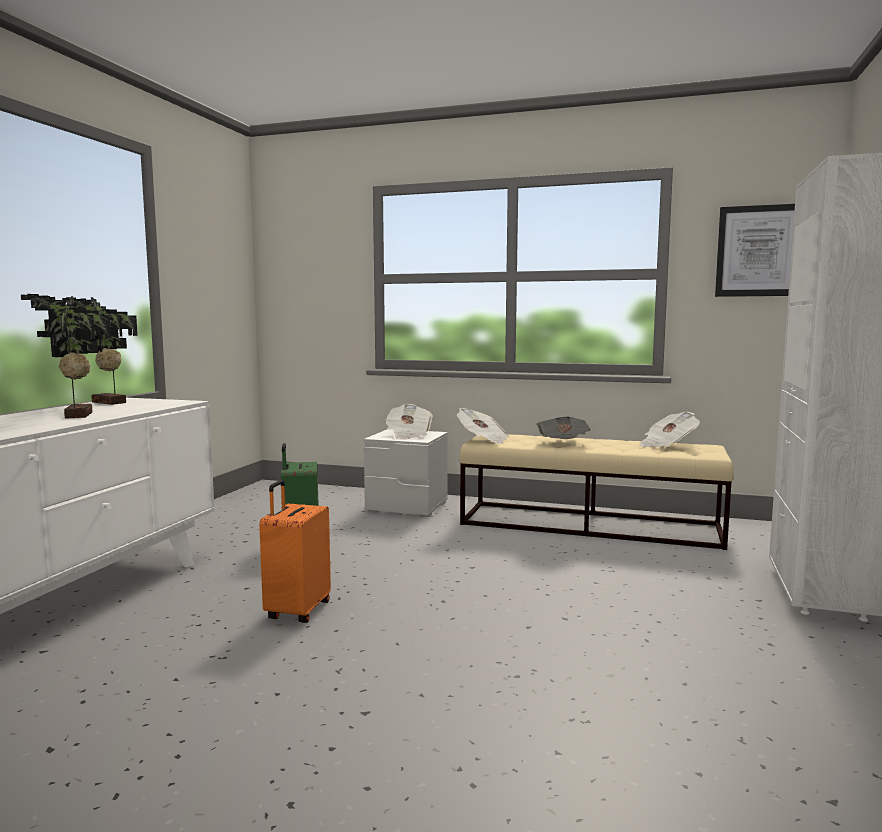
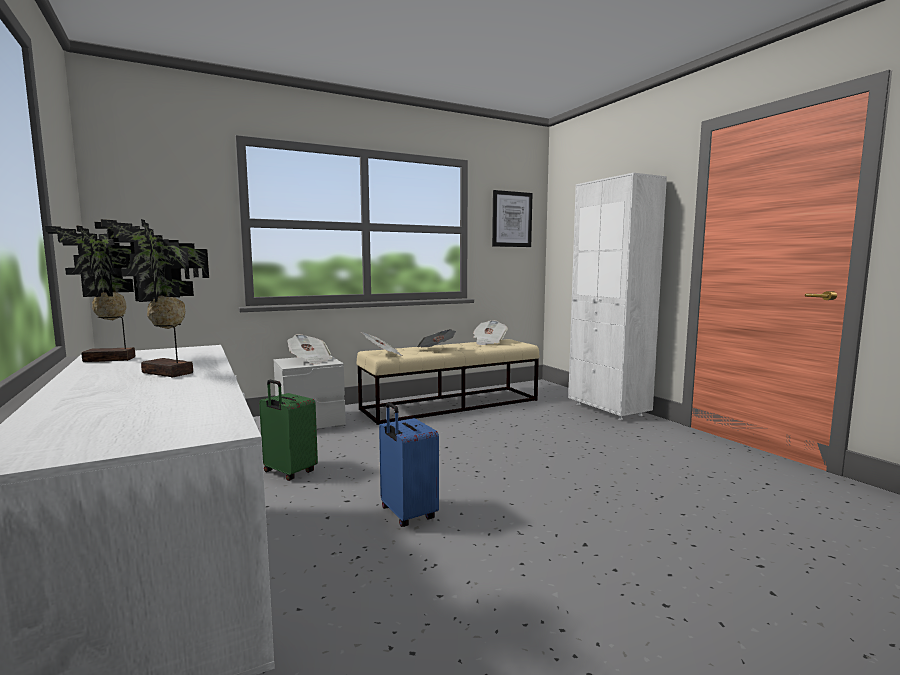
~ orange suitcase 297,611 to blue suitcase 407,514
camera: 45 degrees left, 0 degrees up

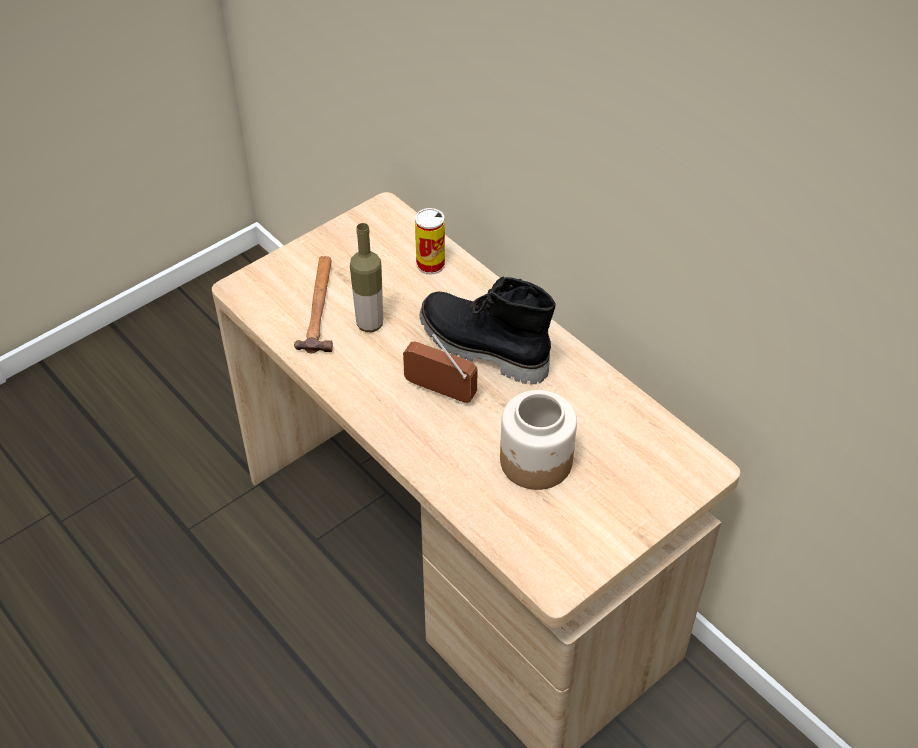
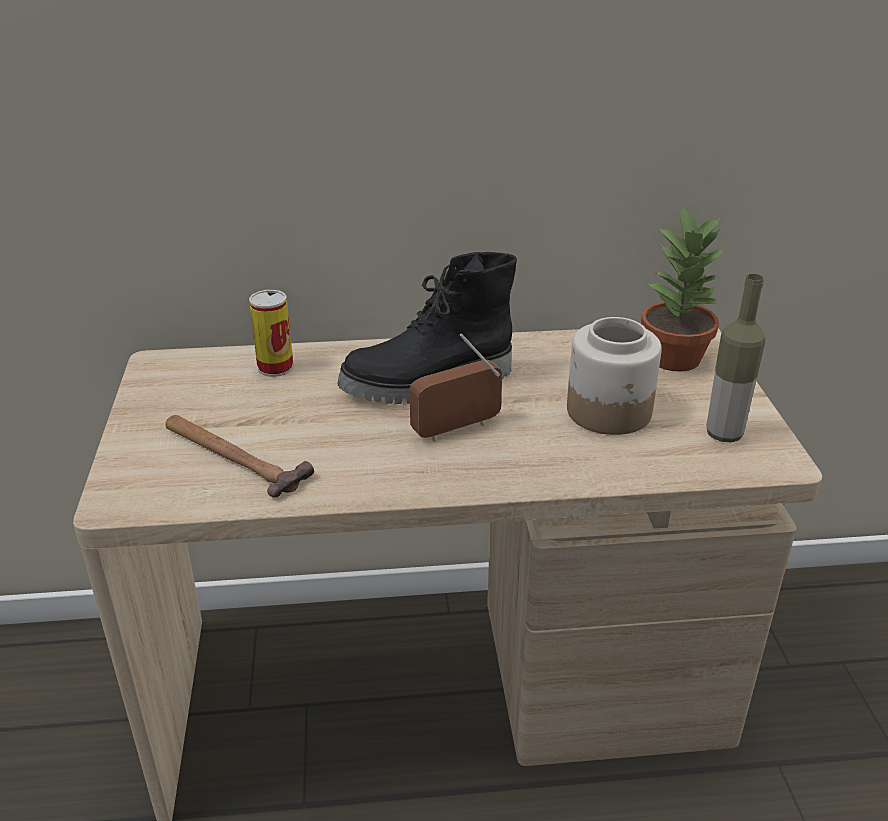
~ bottle 370,324 to 724,434
+ potted plant 674,357
camera: 55 degrees left, 15 degrees down

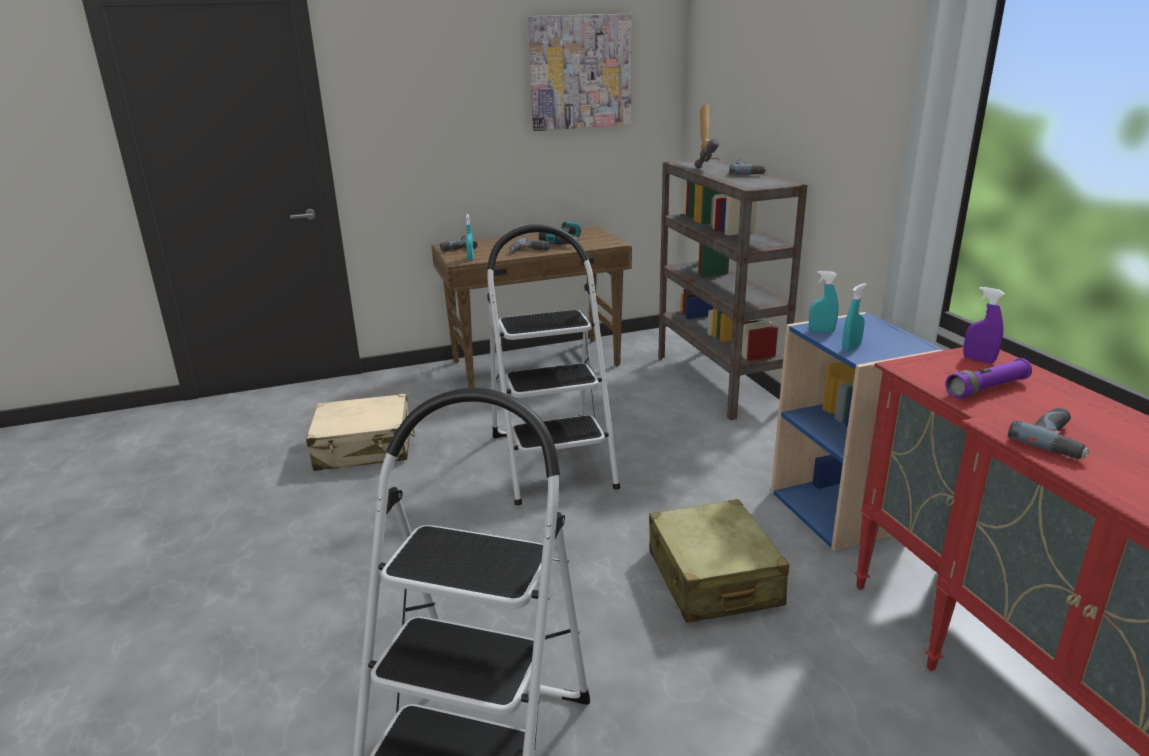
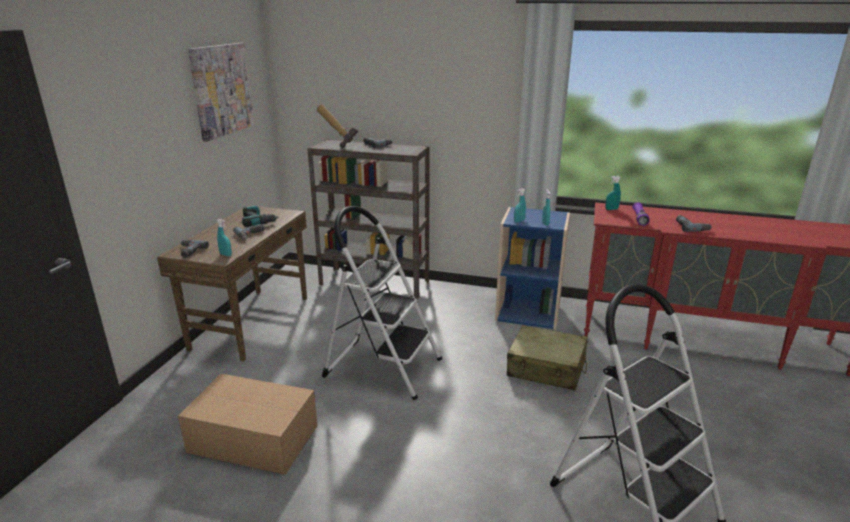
~ purple spray bottle 978,360 to turquoise spray bottle 611,209
~ beige suitcase 364,448 to cardboard box 252,438
camera: 55 degrees left, 0 degrees up

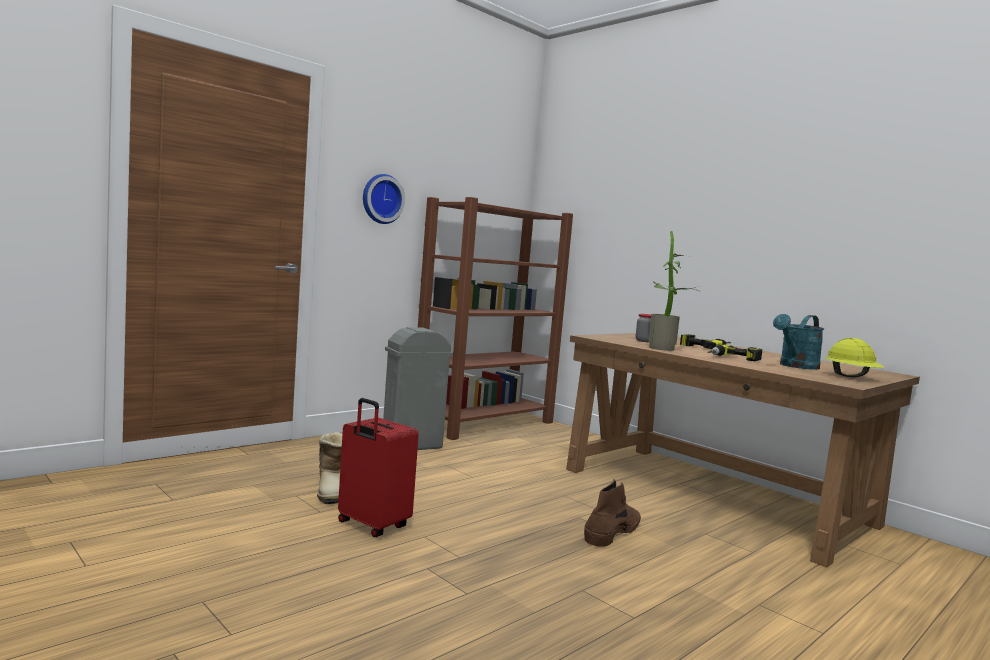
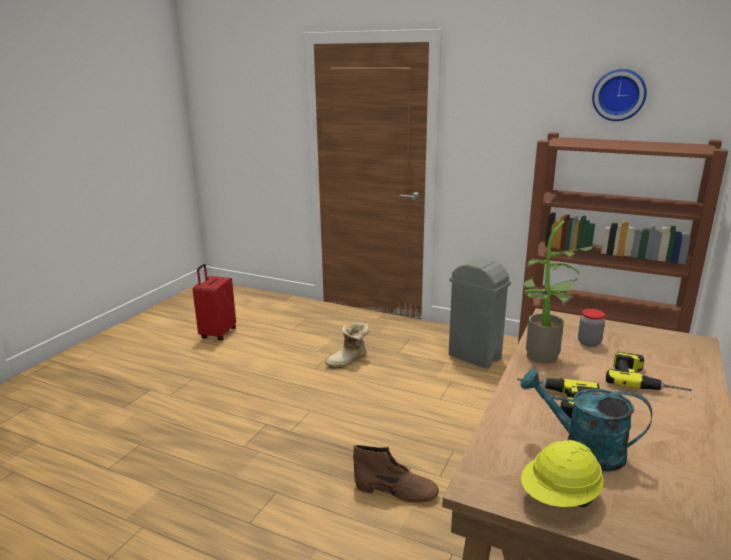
~ wall clock 381,199 to 619,95
~ red suitcase 372,525 to 217,334
camera: 70 degrees right, 15 degrees up

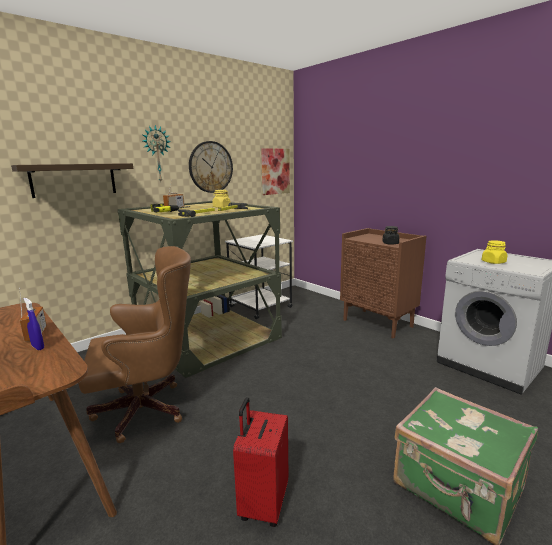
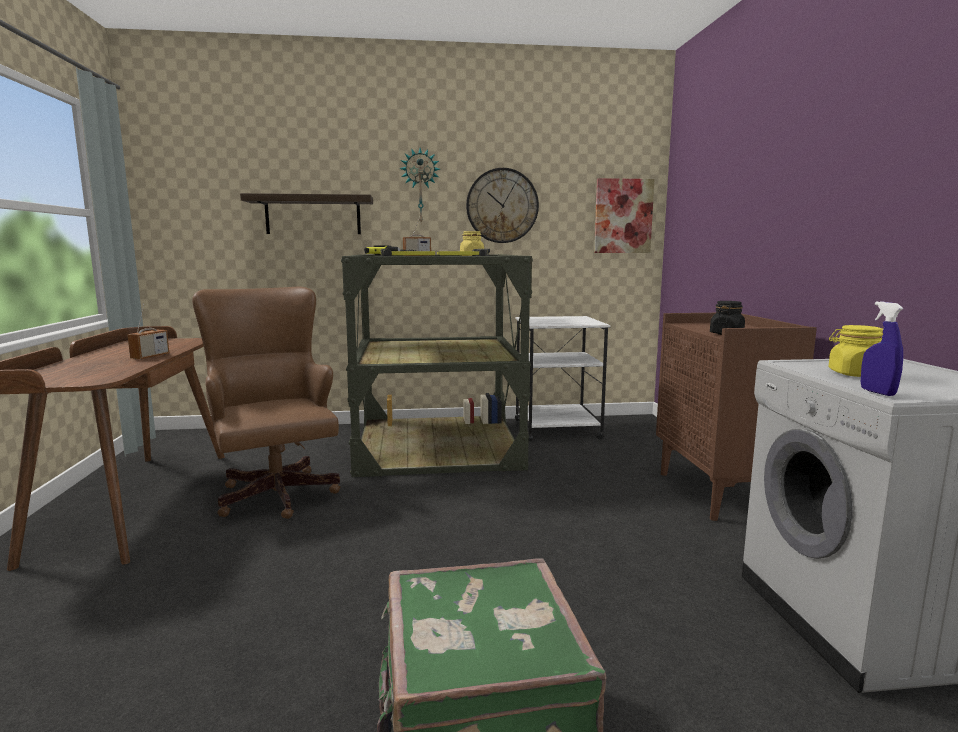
~ brown office chair 148,409 = 276,492 135 degrees counterclockwise
~ blue spray bottle 38,347 to 877,392
- red suitcase 263,503
camera: 35 degrees right, 5 degrees down

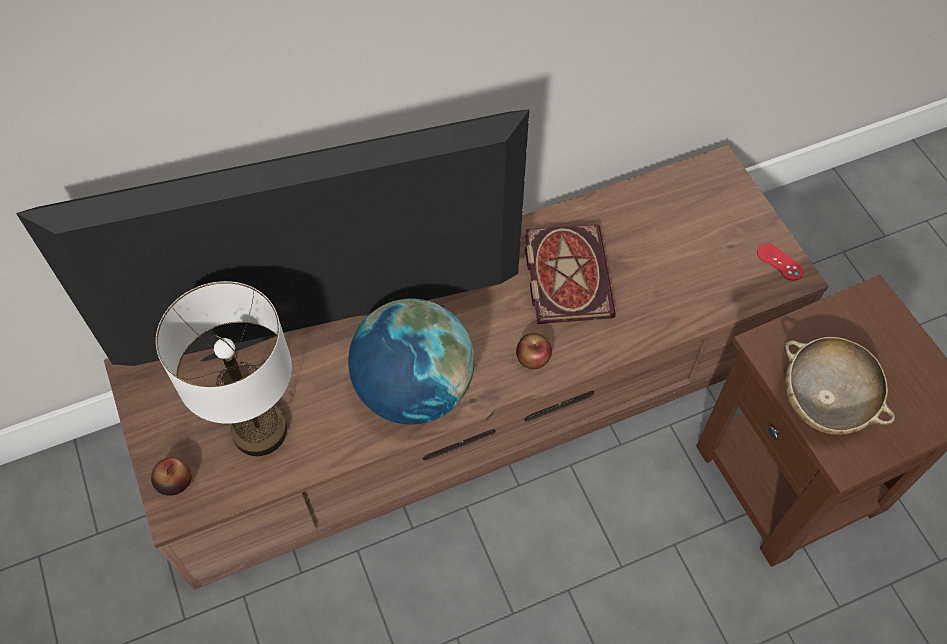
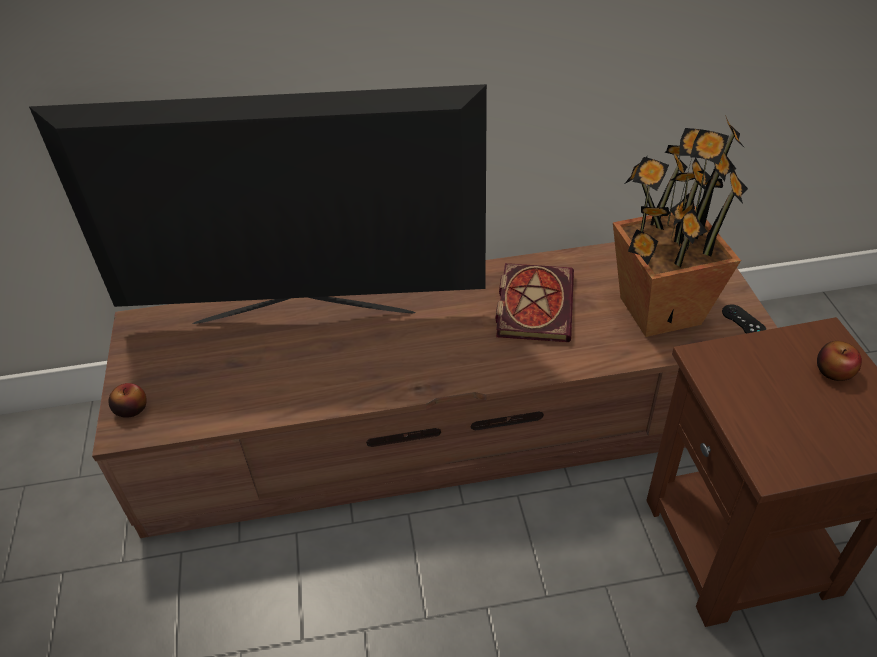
~ red game controller 779,262 to black game controller 743,321
- table lamp 260,431
- globe 414,389
~ apple 533,357 to 834,371
- beige bowl 825,400
+ potted plant 658,310
camera: 15 degrees right, 15 degrees down

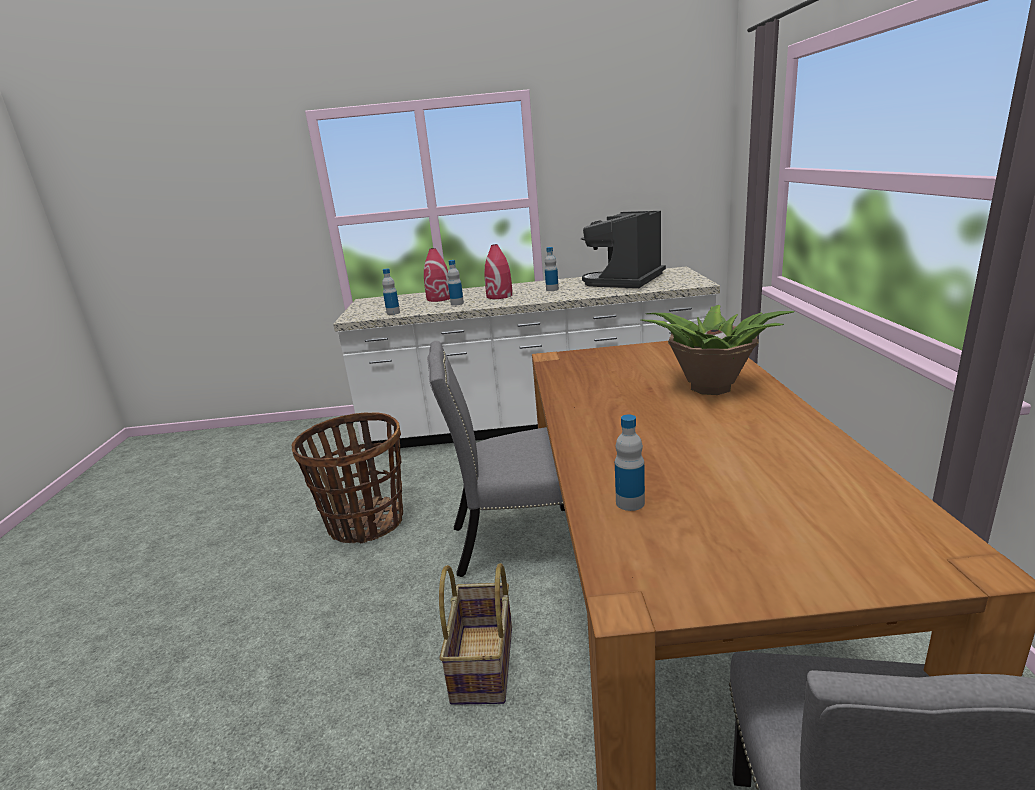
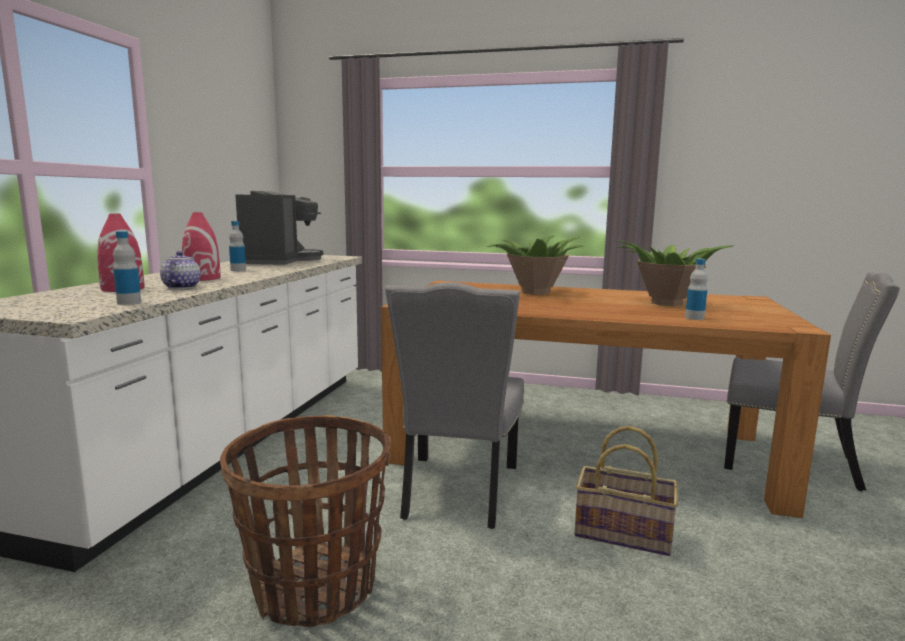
~ coffee machine 626,281 = 279,261 135 degrees counterclockwise
~ bottle 457,303 to teapot 181,287
+ potted plant 665,303
camera: 75 degrees left, 10 degrees down

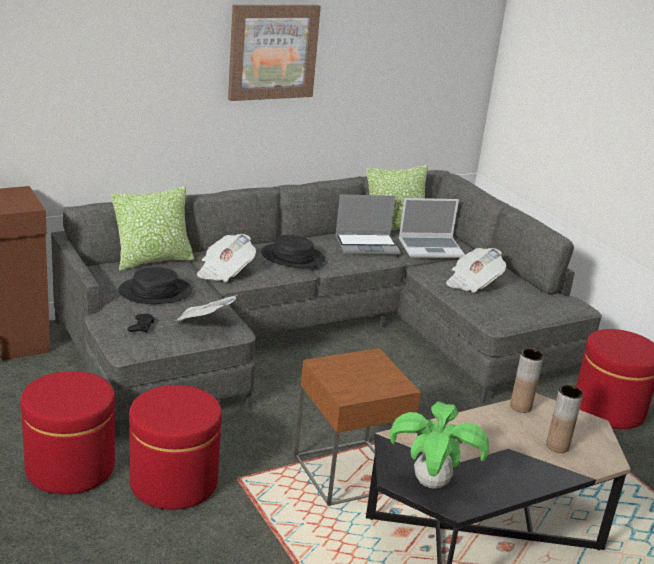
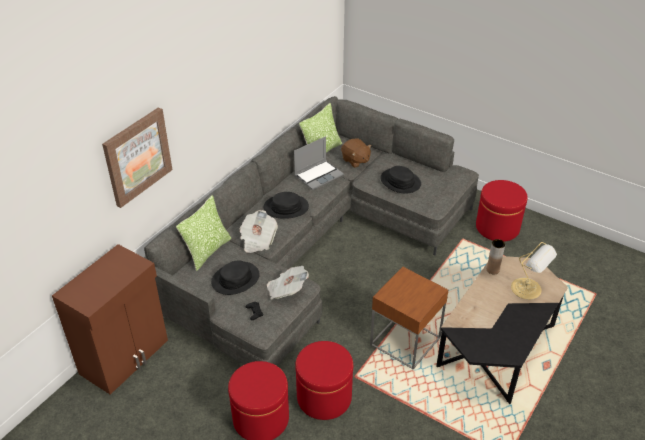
~ picture 272,51 to 137,156
~ laptop 431,248 to brown plush toy 355,160
~ newspaper 472,283 to black hat 400,181
~ brown vase 557,446 to table lamp 527,289
- potted plant 430,483
camera: 25 degrees left, 15 degrees up

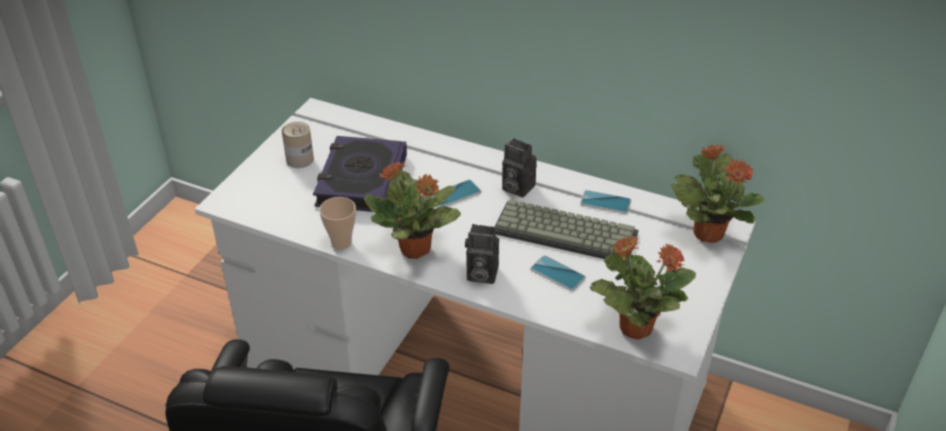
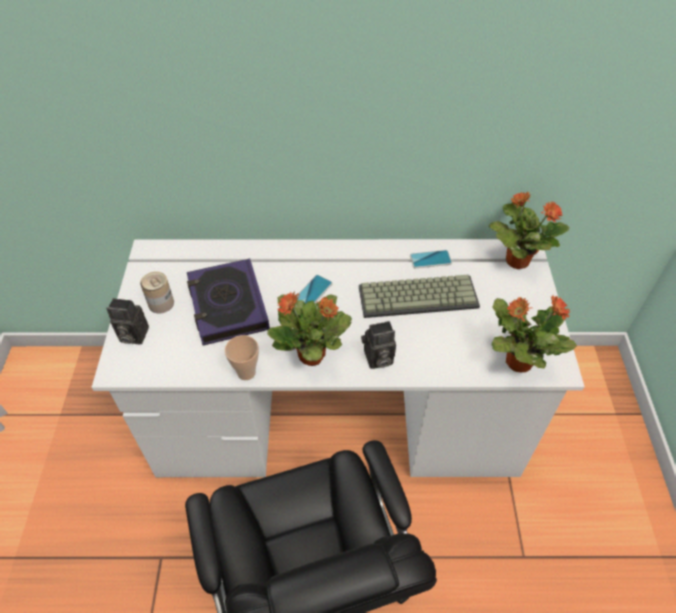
~ photo camera 516,187 to 132,335
- phone 557,274
camera: 25 degrees left, 10 degrees up

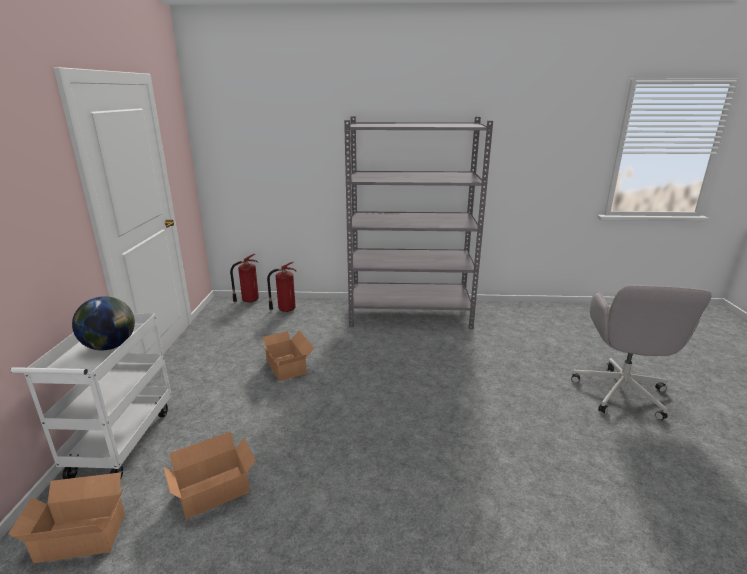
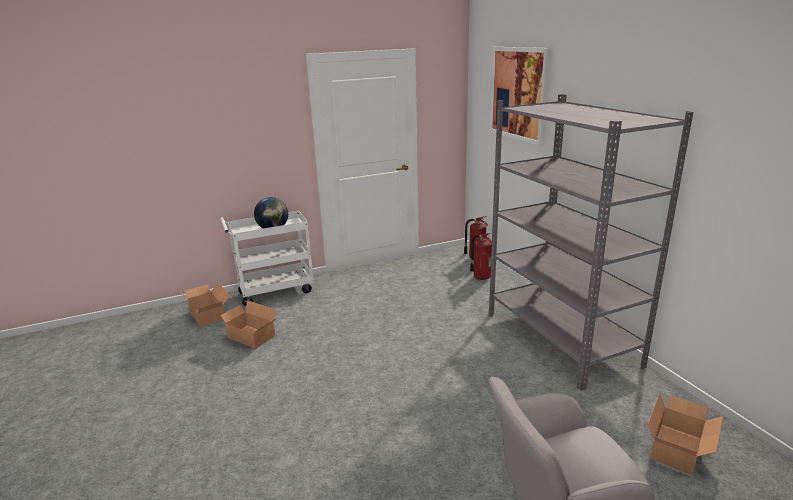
~ cardboard box 287,366 to 679,448
+ picture 518,93
camera: 65 degrees right, 0 degrees up

